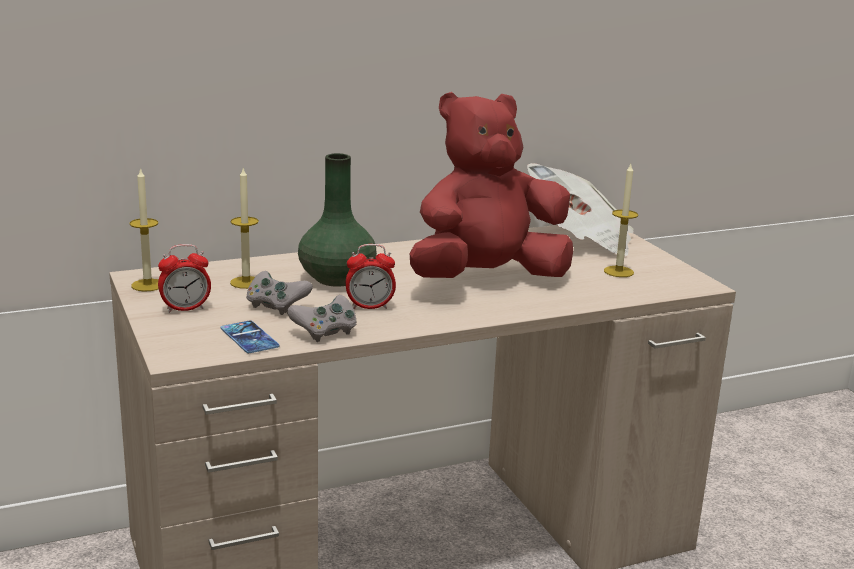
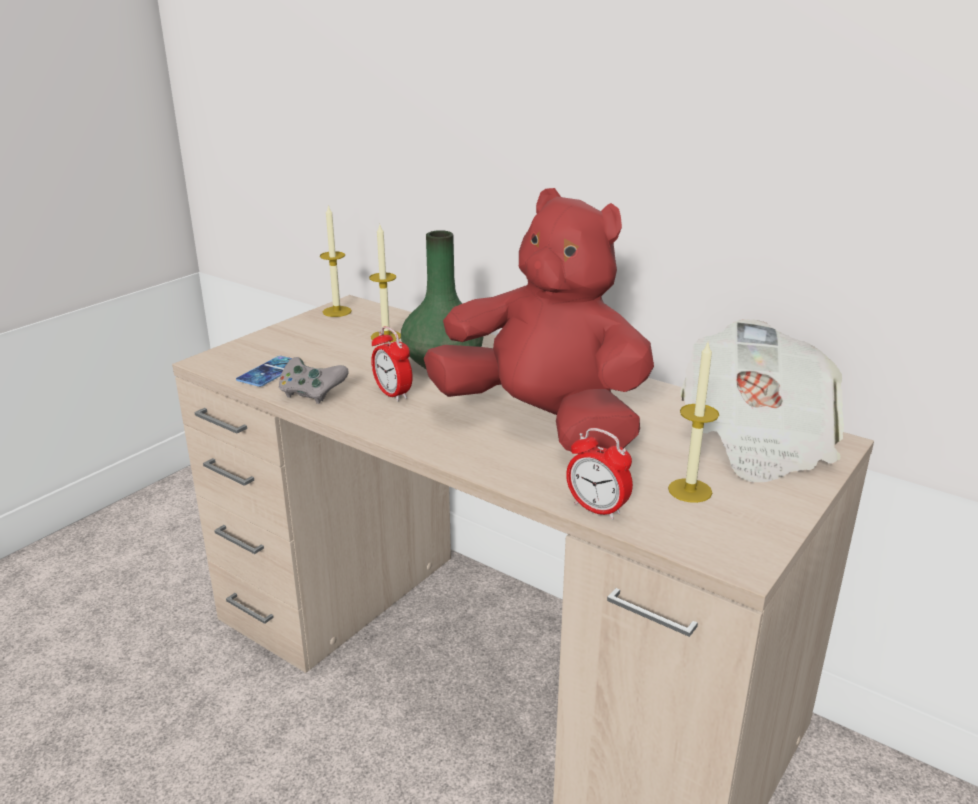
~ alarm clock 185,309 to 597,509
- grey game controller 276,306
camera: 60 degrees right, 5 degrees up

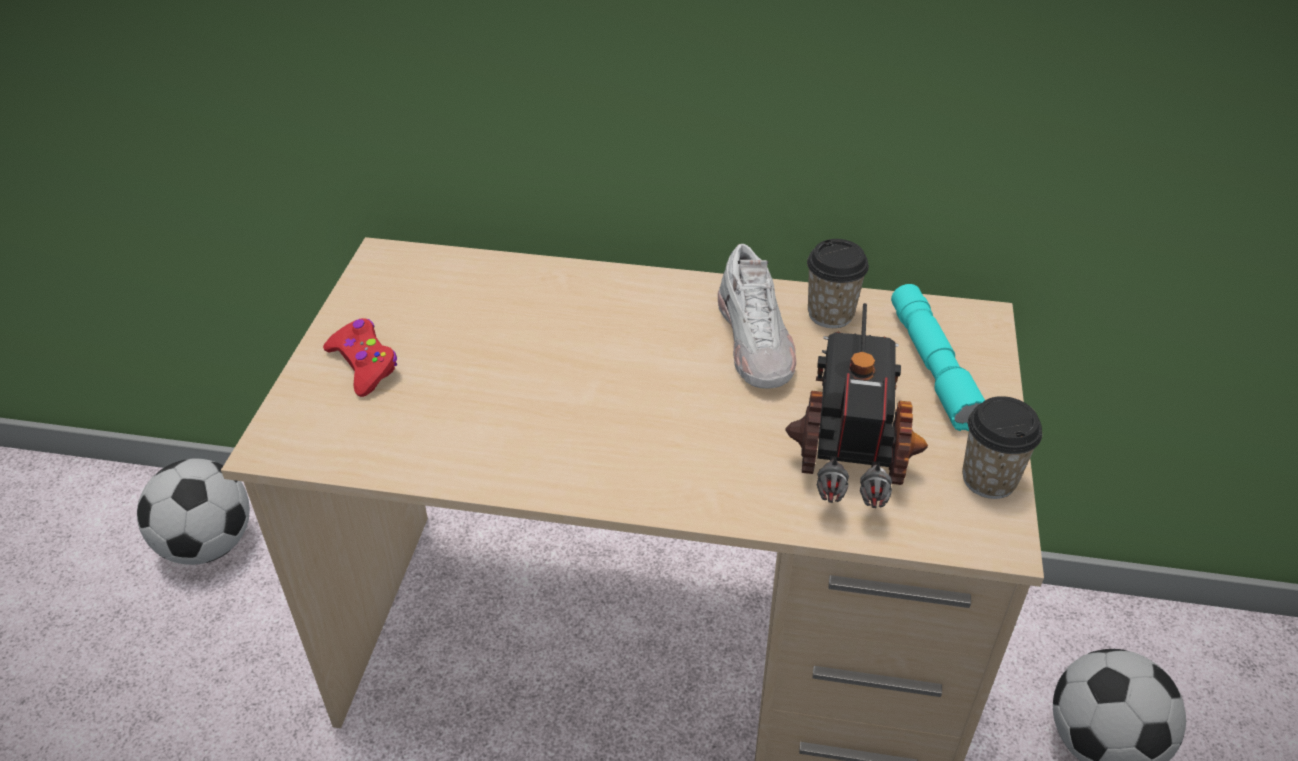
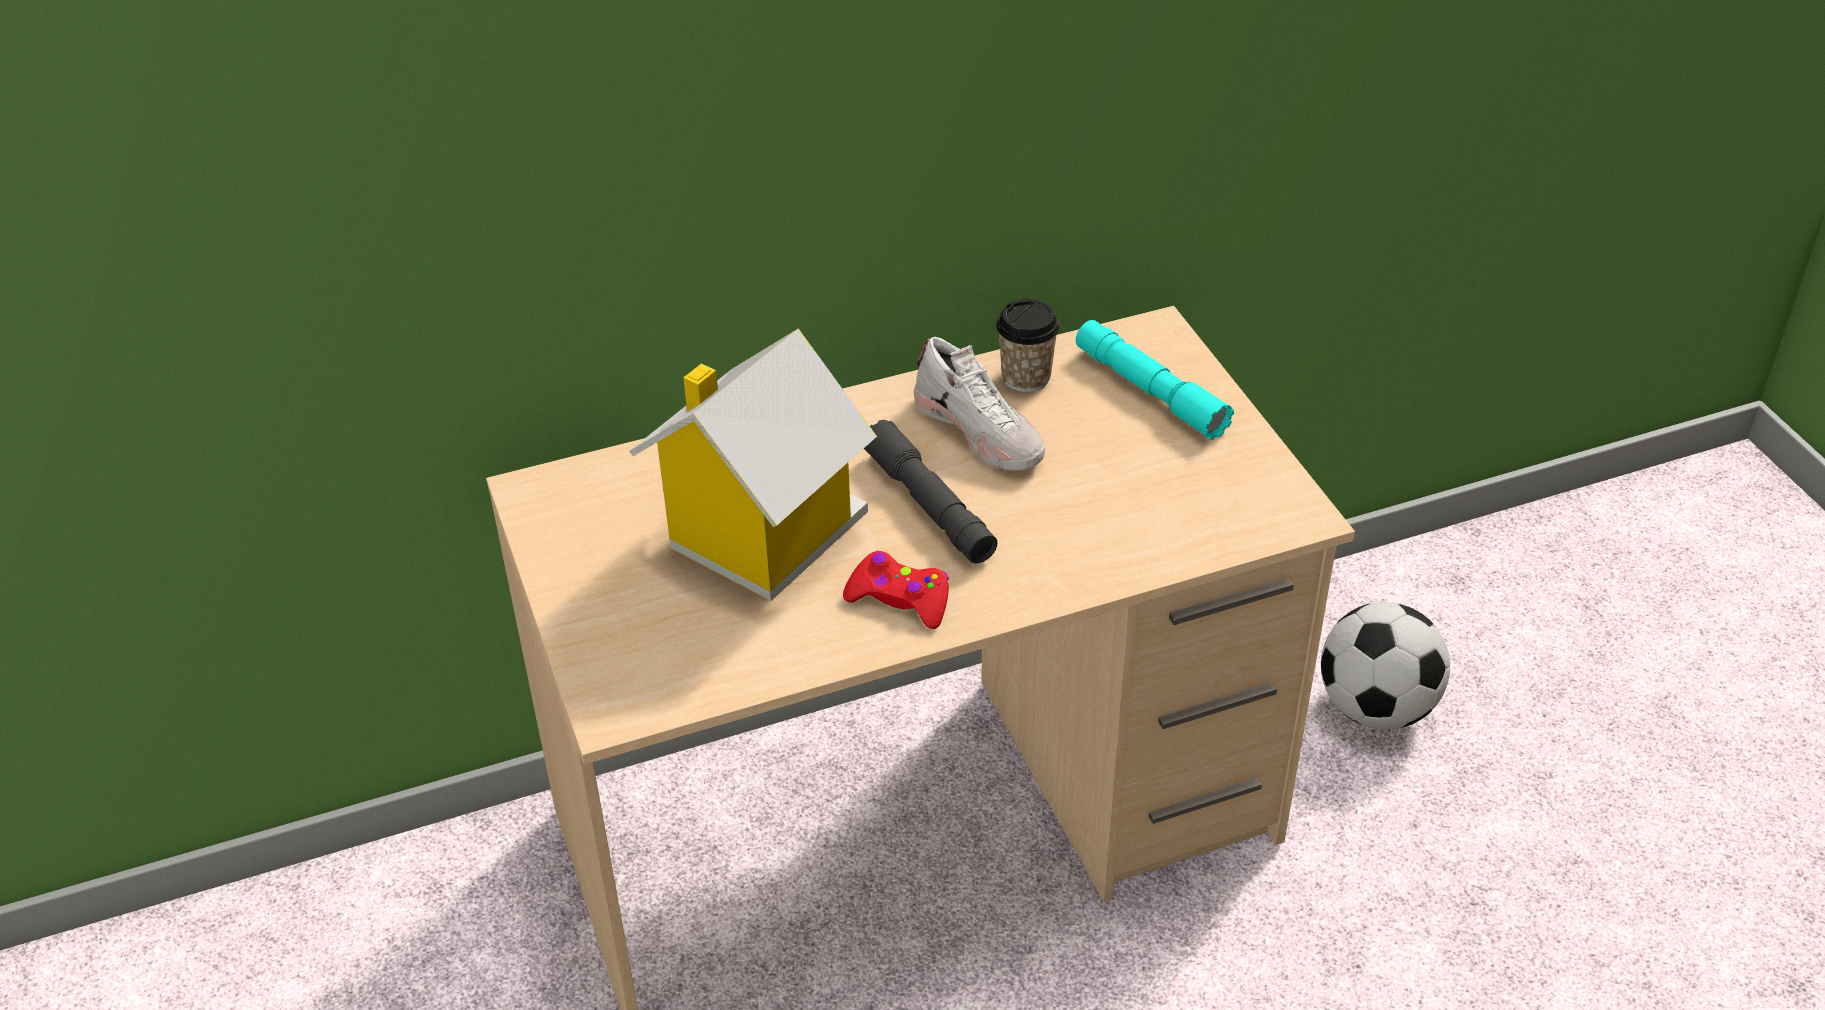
- toy truck 854,440
~ red game controller 364,364 to 900,599
- cup 989,479
- football 208,544
+ toy house 761,534
+ grey flashlight 929,506
camera: 30 degrees left, 0 degrees up

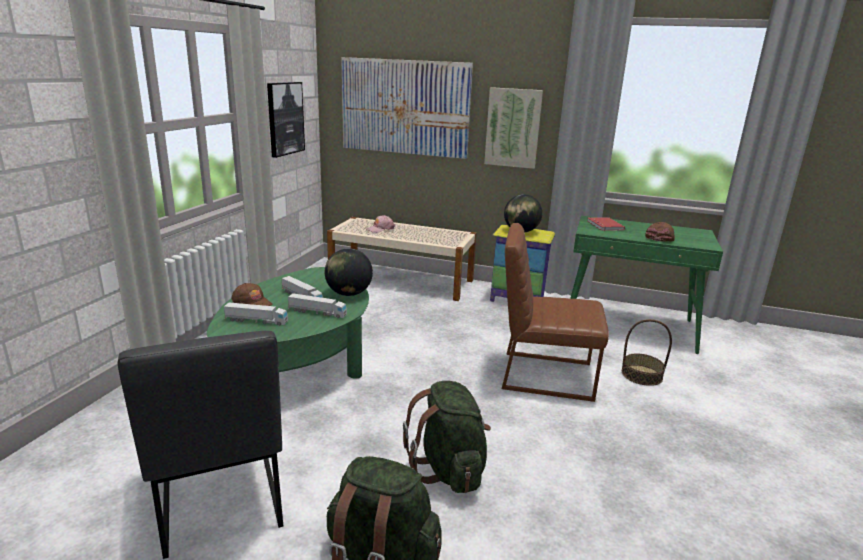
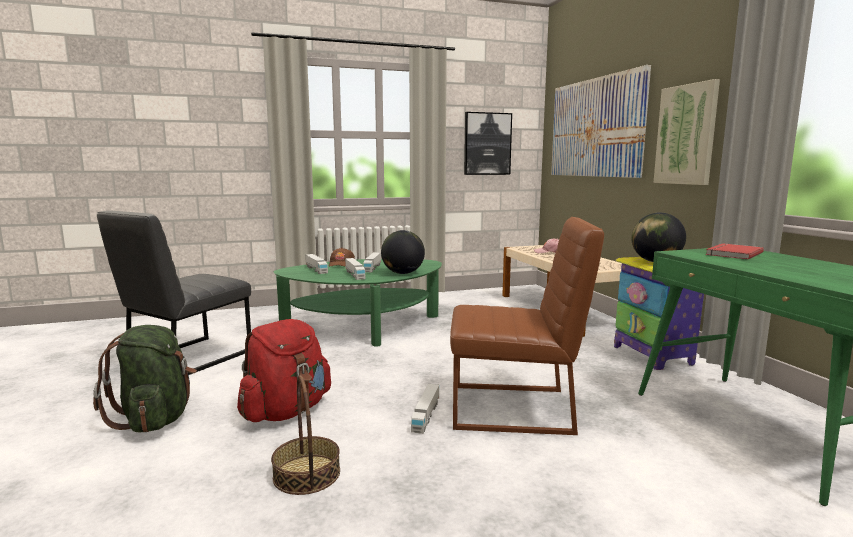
- brown cap 660,237
~ brown chair 544,375 = 515,409 120 degrees clockwise
~ basket 642,375 to 307,474
~ green backpack 449,469 to red backpack 286,411
+ toy truck 426,416
camera: 55 degrees right, 10 degrees down

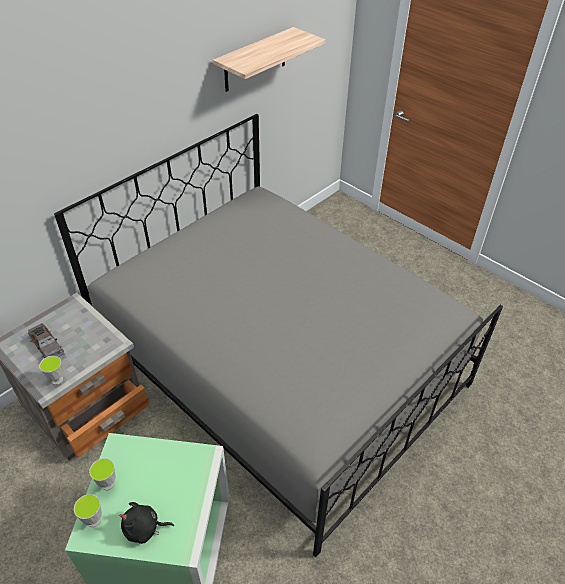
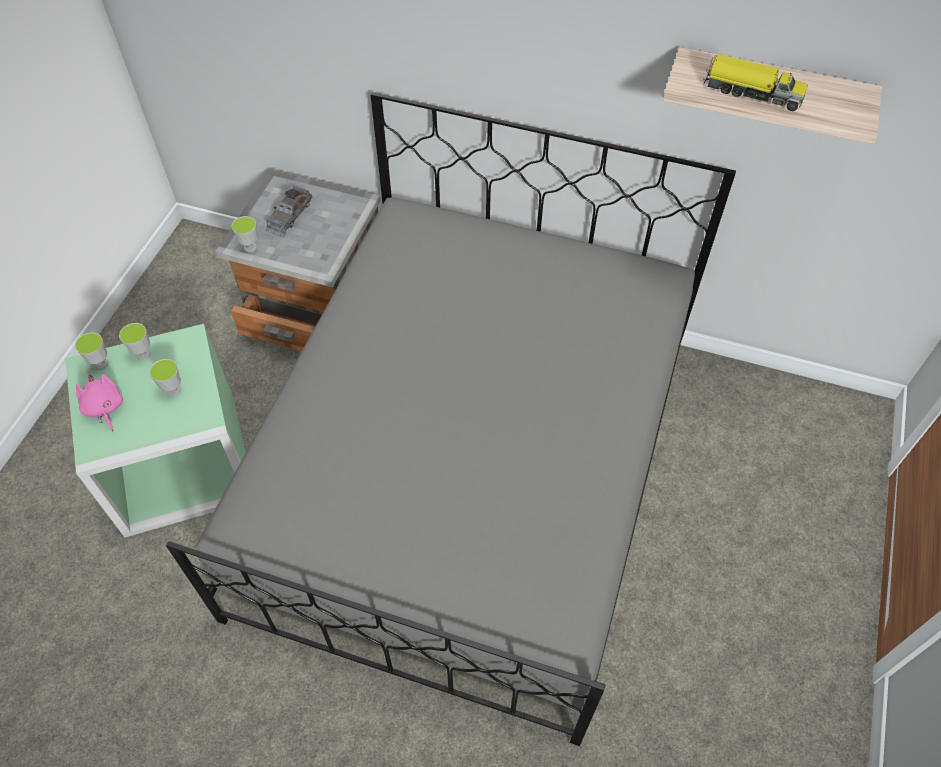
~ black plush toy 144,528 to pink plush toy 104,409
+ toy truck 751,92
+ cup 173,390
camera: 65 degrees right, 10 degrees up

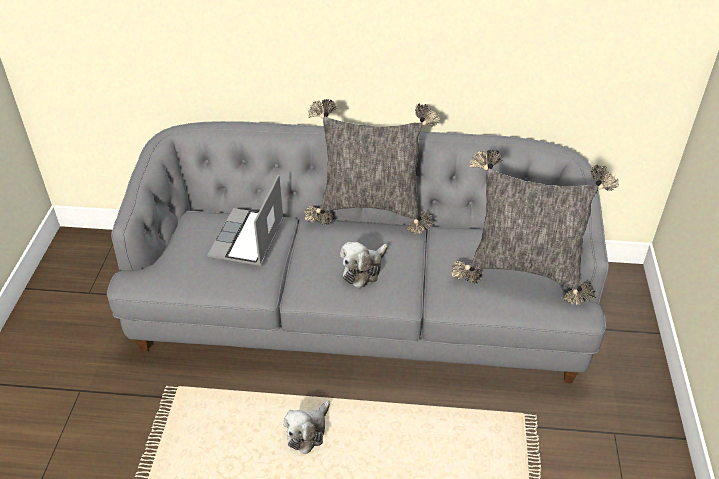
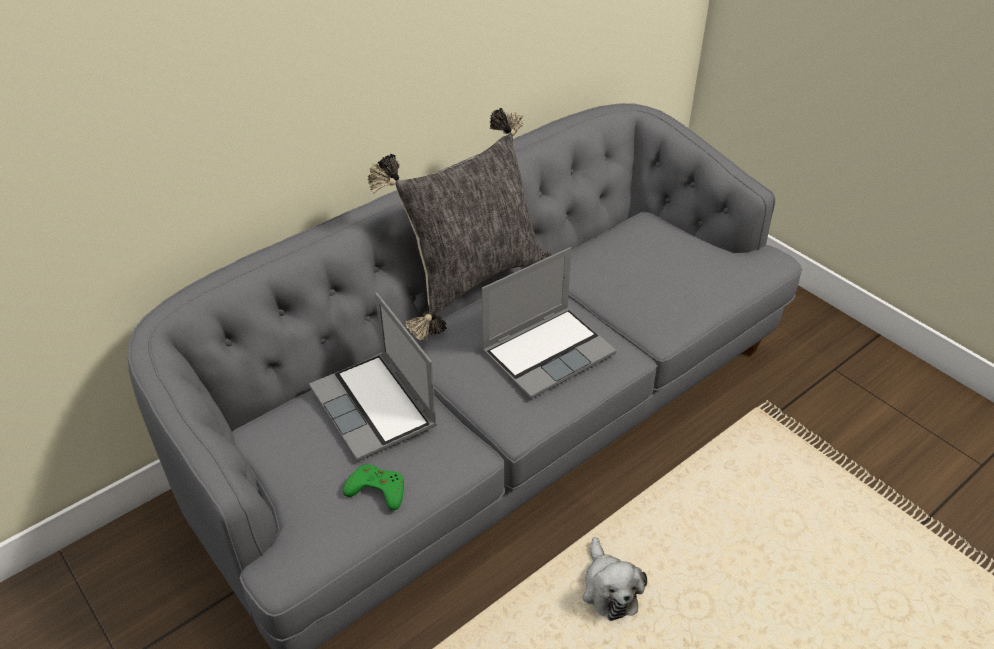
- pillow 523,277
~ plush toy 363,270 to laptop 548,352
+ green game controller 377,490
camera: 45 degrees left, 0 degrees up

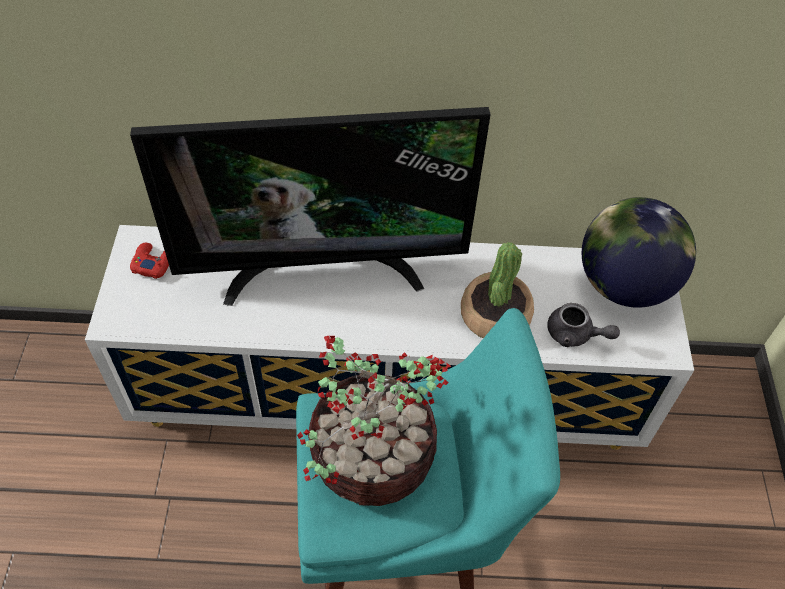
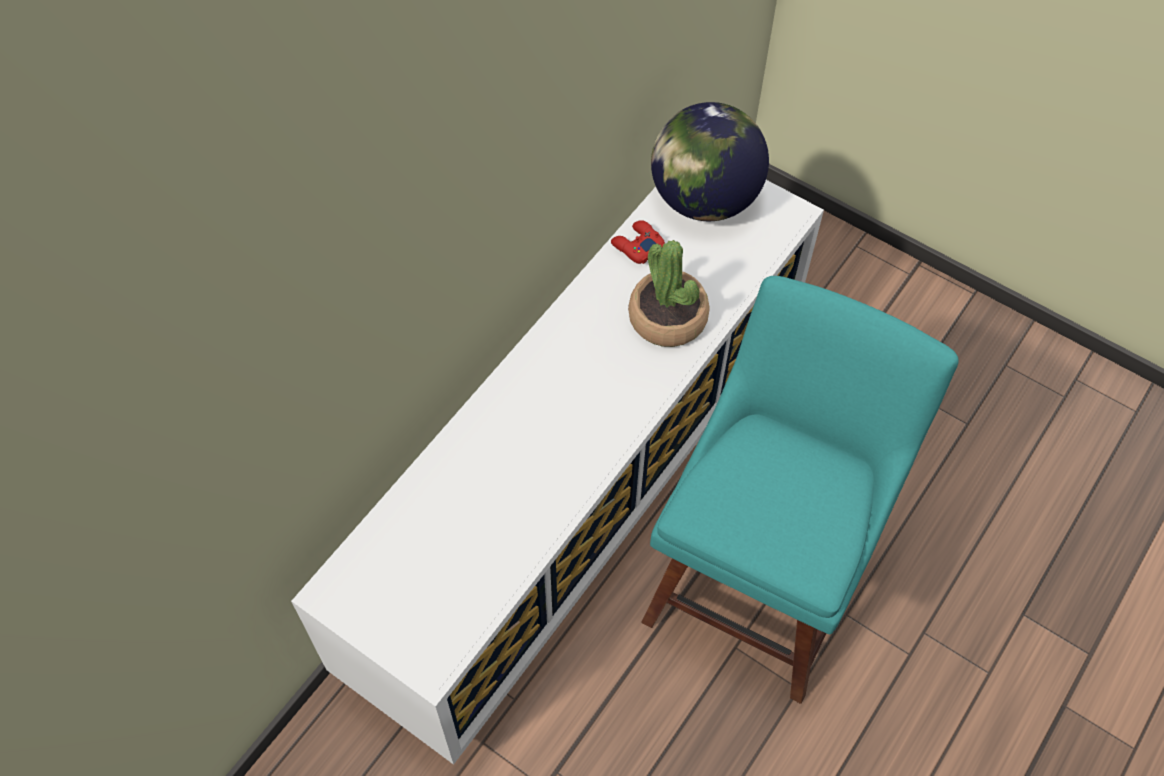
- television 322,268
~ red game controller 154,263 to 637,246
- grey teapot 575,335
- potted plant 369,459
camera: 55 degrees left, 5 degrees up

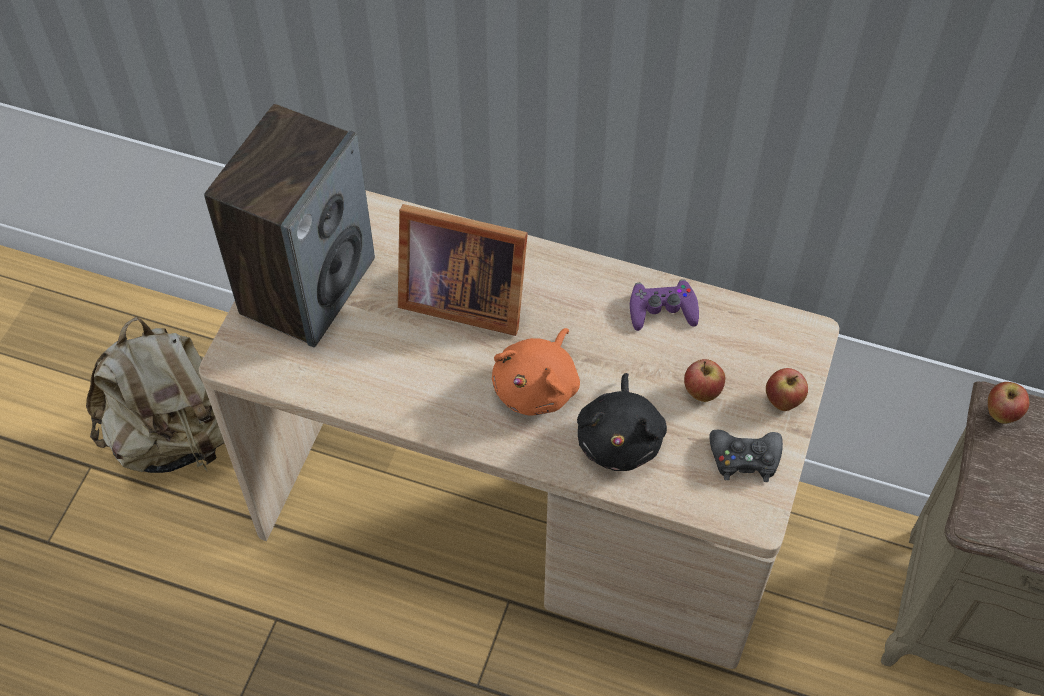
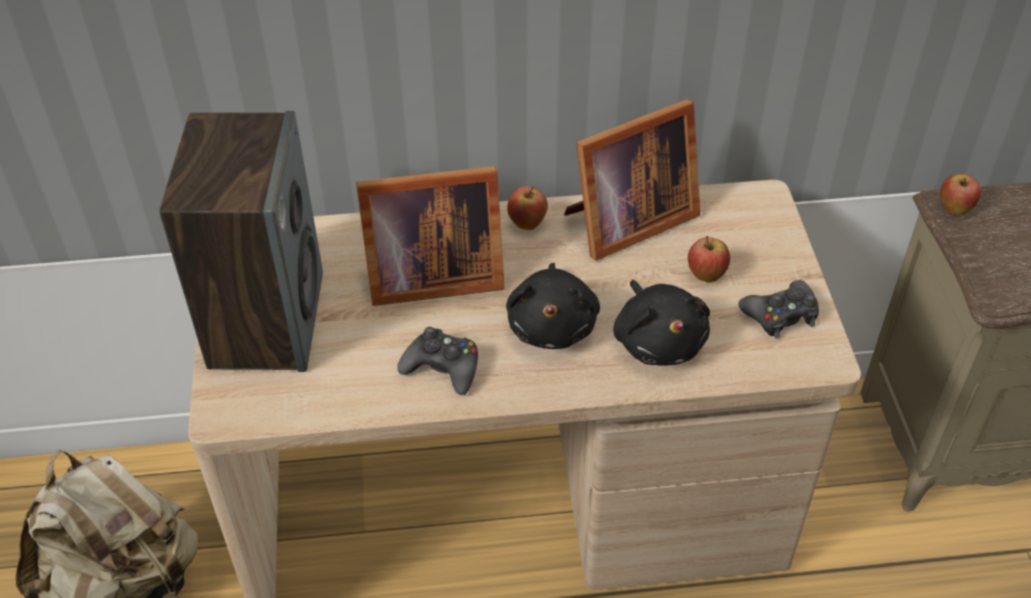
~ purple game controller 662,310 to picture frame 625,222
~ orange plush toy 538,386 to black plush toy 552,325
~ apple 783,401 to 527,224
+ black game controller 442,367
camera: 25 degrees left, 10 degrees down

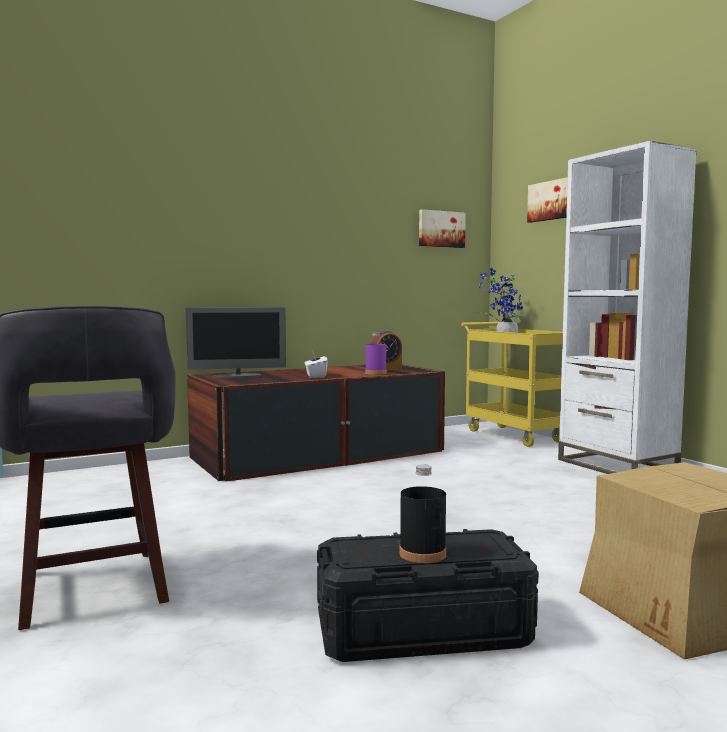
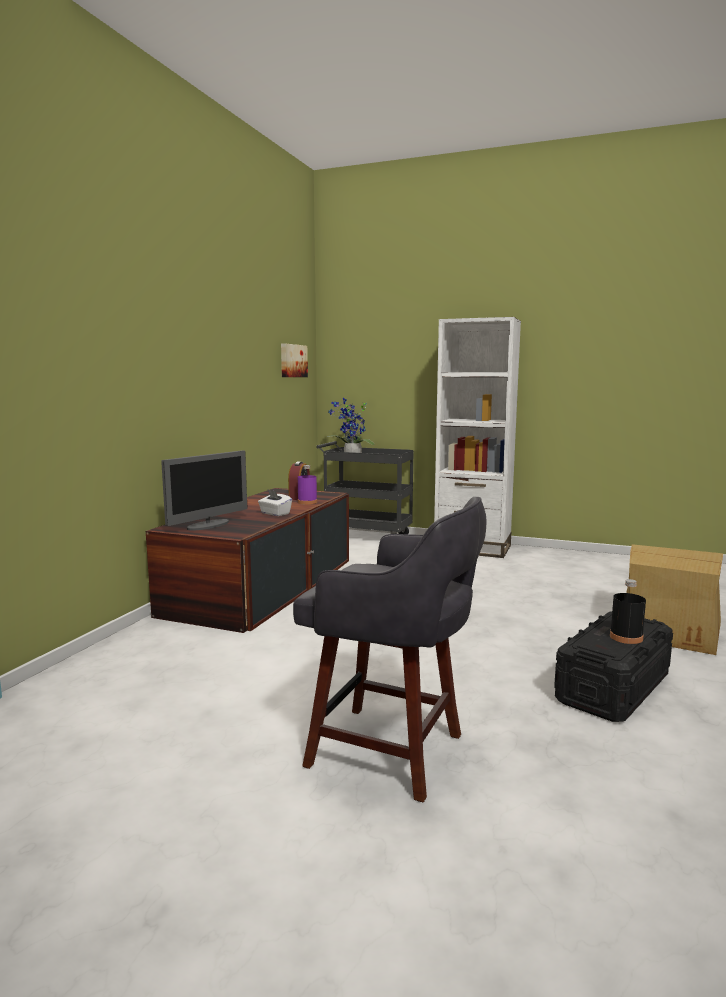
- picture 551,200
~ yellow cart 512,436 to grey cart 365,537
camera: 40 degrees left, 5 degrees up

